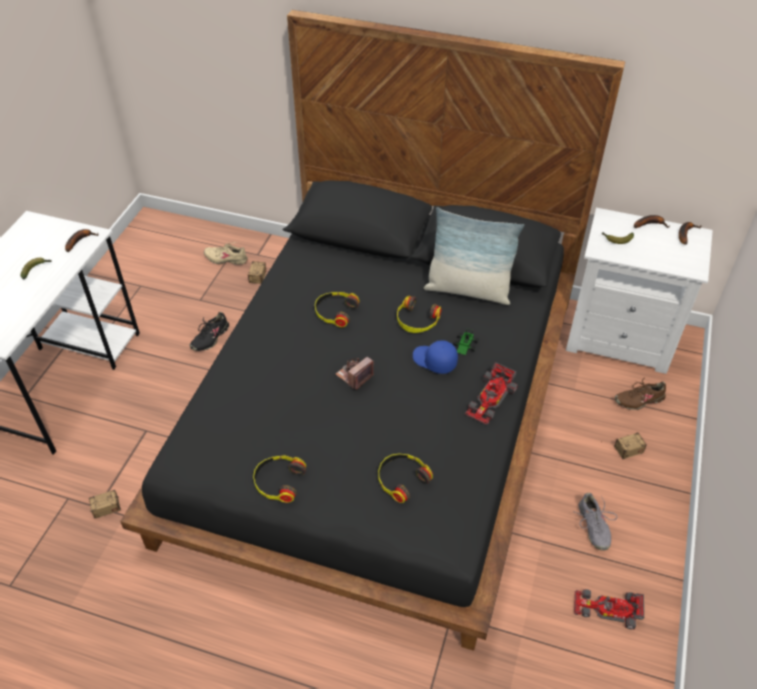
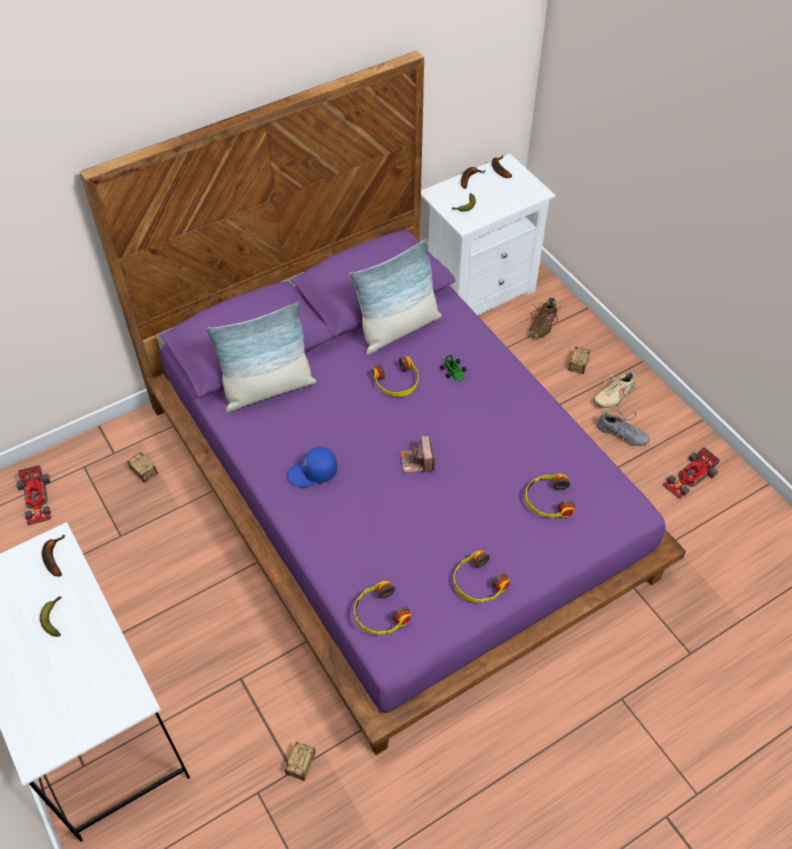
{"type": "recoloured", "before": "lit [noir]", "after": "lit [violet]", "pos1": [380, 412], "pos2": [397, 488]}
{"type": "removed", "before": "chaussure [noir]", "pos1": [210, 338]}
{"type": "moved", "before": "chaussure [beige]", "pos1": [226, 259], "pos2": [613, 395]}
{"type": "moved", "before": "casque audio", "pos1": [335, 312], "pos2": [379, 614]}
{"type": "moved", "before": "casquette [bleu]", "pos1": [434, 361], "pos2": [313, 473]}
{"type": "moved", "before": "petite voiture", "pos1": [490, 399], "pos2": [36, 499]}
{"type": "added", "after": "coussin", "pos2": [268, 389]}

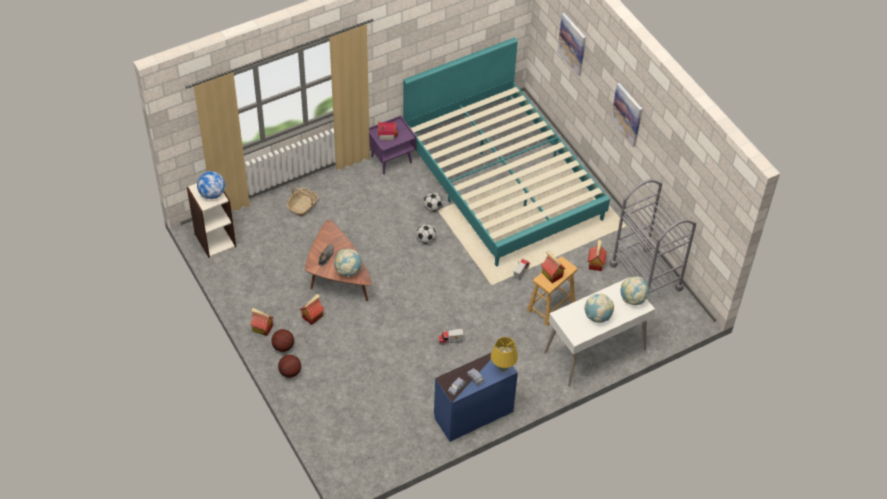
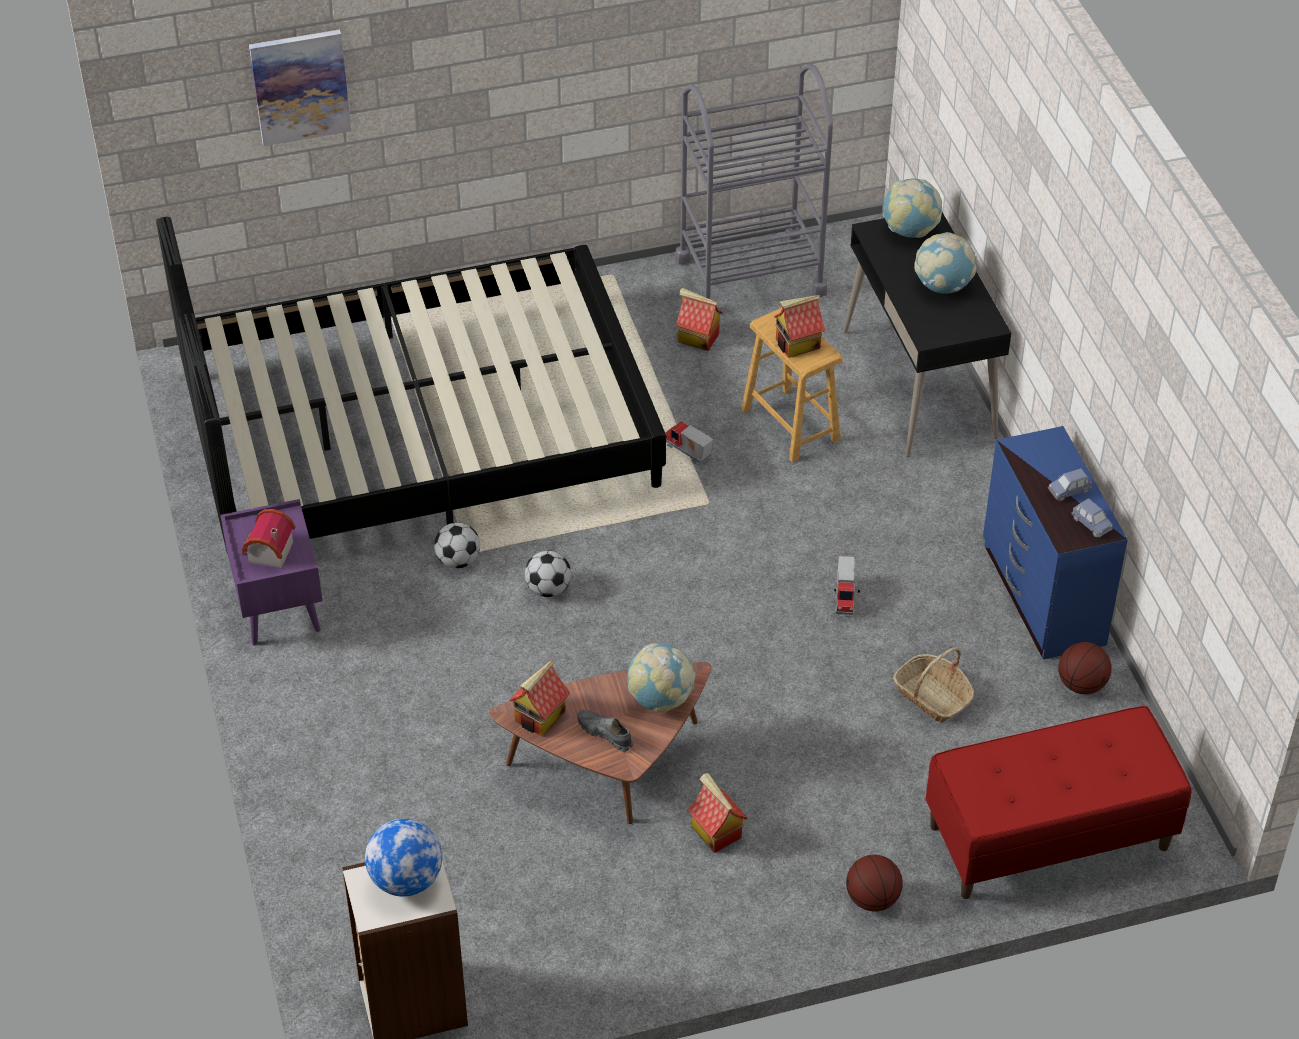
{"type": "moved", "before": "maison miniature", "pos1": [262, 328], "pos2": [540, 717]}
{"type": "moved", "before": "ballon de basket", "pos1": [283, 347], "pos2": [1081, 685]}
{"type": "moved", "before": "panier", "pos1": [302, 205], "pos2": [932, 696]}
{"type": "recoloured", "before": "lit [turquoise]", "after": "lit [noir]", "pos1": [502, 180], "pos2": [418, 431]}
{"type": "removed", "before": "lampe de table [jaune]", "pos1": [502, 368]}
{"type": "recoloured", "before": "bureau [blanc]", "after": "bureau [noir]", "pos1": [595, 351], "pos2": [919, 384]}
{"type": "removed", "before": "tableau", "pos1": [627, 114]}
{"type": "added", "after": "banc [rouge]", "pos2": [1048, 838]}

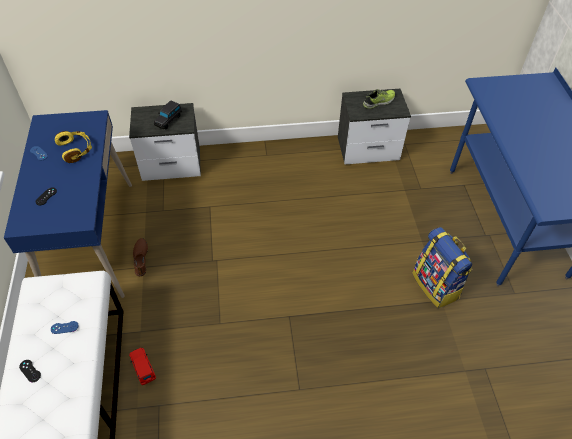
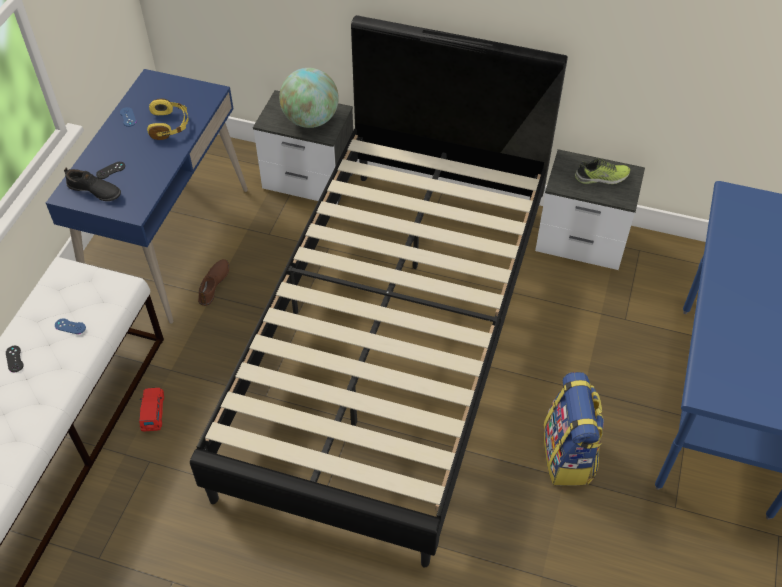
{"type": "replaced", "before": "petite voiture [noir]", "after": "globe", "pos1": [169, 120], "pos2": [310, 120]}
{"type": "added", "after": "chaussure [noir]", "pos2": [94, 191]}
{"type": "added", "after": "lit [noir]", "pos2": [391, 340]}

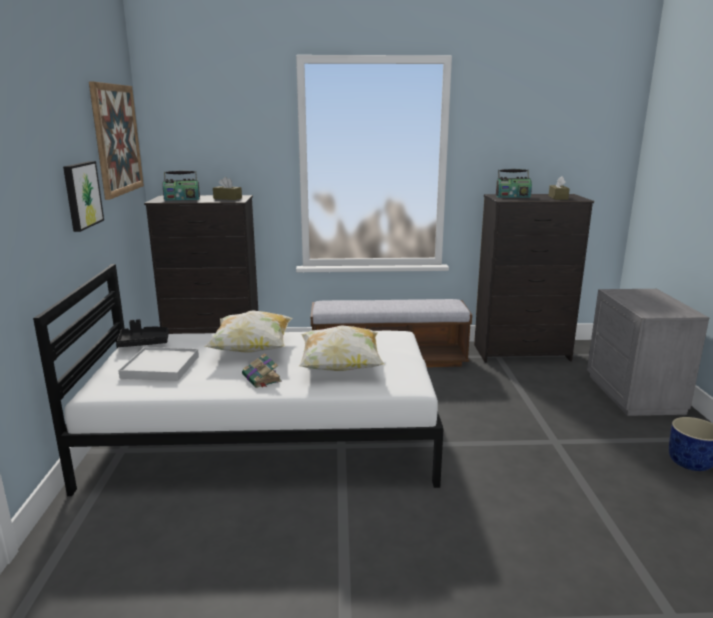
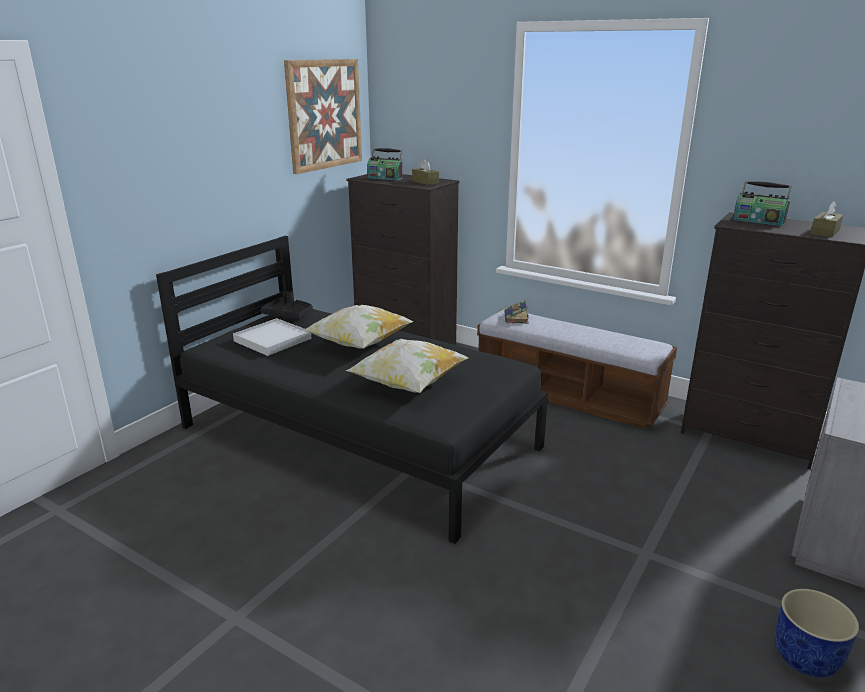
{"type": "recoloured", "before": "lit [blanc]", "after": "lit [noir]", "pos1": [265, 440], "pos2": [358, 436]}
{"type": "removed", "before": "tableau", "pos1": [81, 195]}
{"type": "moved", "before": "livre", "pos1": [262, 379], "pos2": [516, 318]}

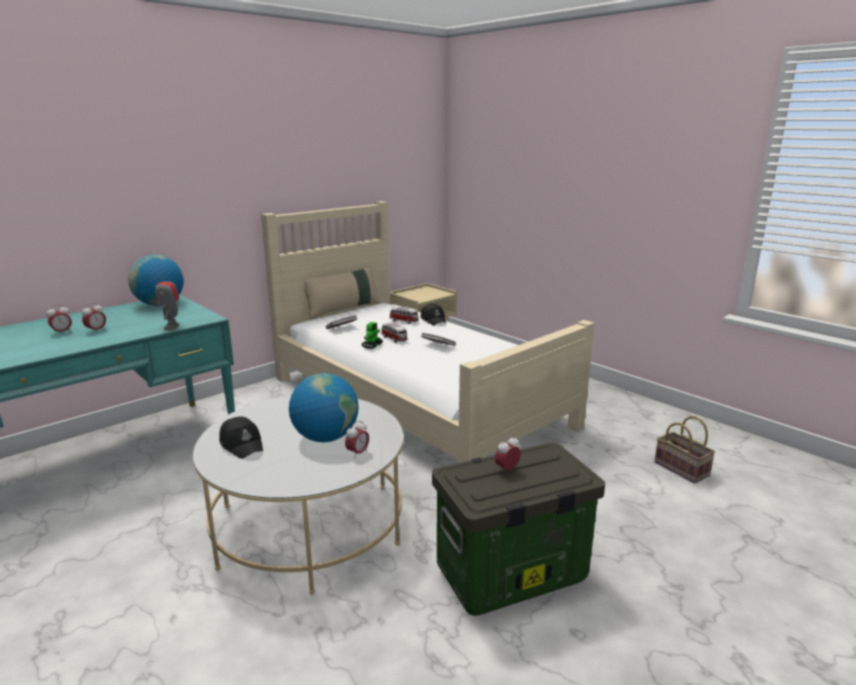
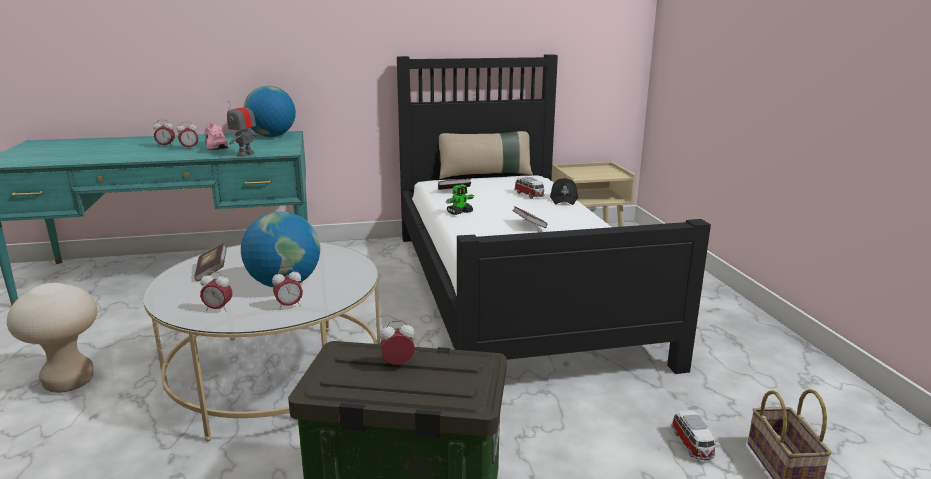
{"type": "replaced", "before": "casquette [noir]", "after": "livre", "pos1": [242, 444], "pos2": [212, 271]}
{"type": "recoloured", "before": "lit [beige]", "after": "lit [noir]", "pos1": [415, 400], "pos2": [514, 290]}
{"type": "moved", "before": "petite voiture", "pos1": [394, 339], "pos2": [692, 445]}
{"type": "added", "after": "tabouret [beige]", "pos2": [69, 383]}
{"type": "added", "after": "réveil", "pos2": [218, 309]}
{"type": "added", "after": "chaussure [rose]", "pos2": [216, 147]}

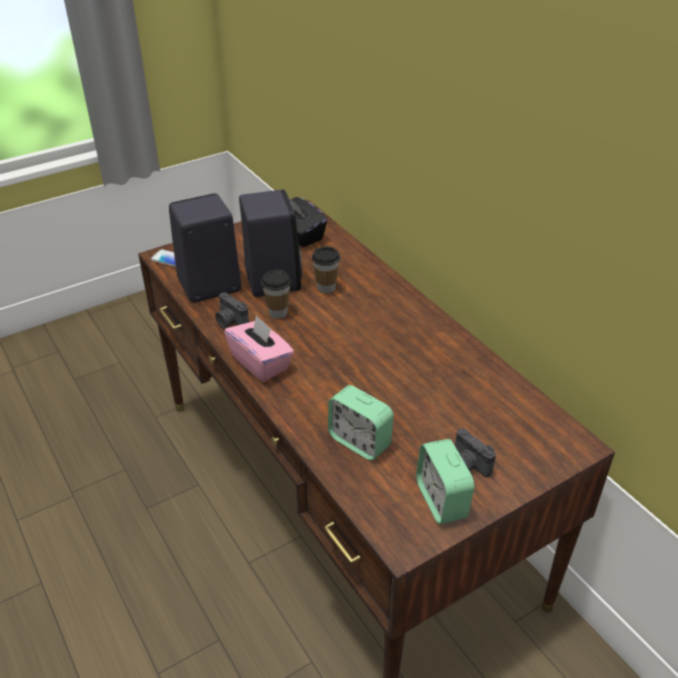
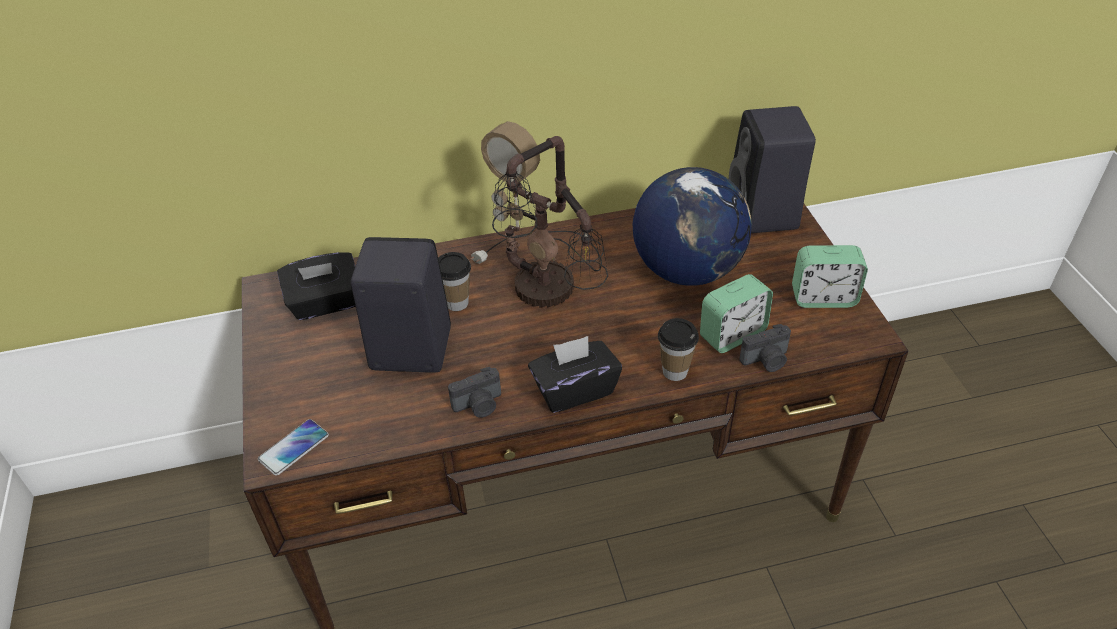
{"type": "moved", "before": "enceinte [noir]", "pos1": [207, 286], "pos2": [764, 215]}
{"type": "recoloured", "before": "boîte à mouchoirs [rose]", "after": "boîte à mouchoirs [noir]", "pos1": [261, 363], "pos2": [574, 390]}
{"type": "moved", "before": "tasse", "pos1": [278, 312], "pos2": [674, 371]}
{"type": "moved", "before": "appareil photo", "pos1": [468, 465], "pos2": [766, 361]}
{"type": "added", "after": "lampe de table", "pos2": [545, 290]}
{"type": "added", "after": "globe", "pos2": [687, 270]}

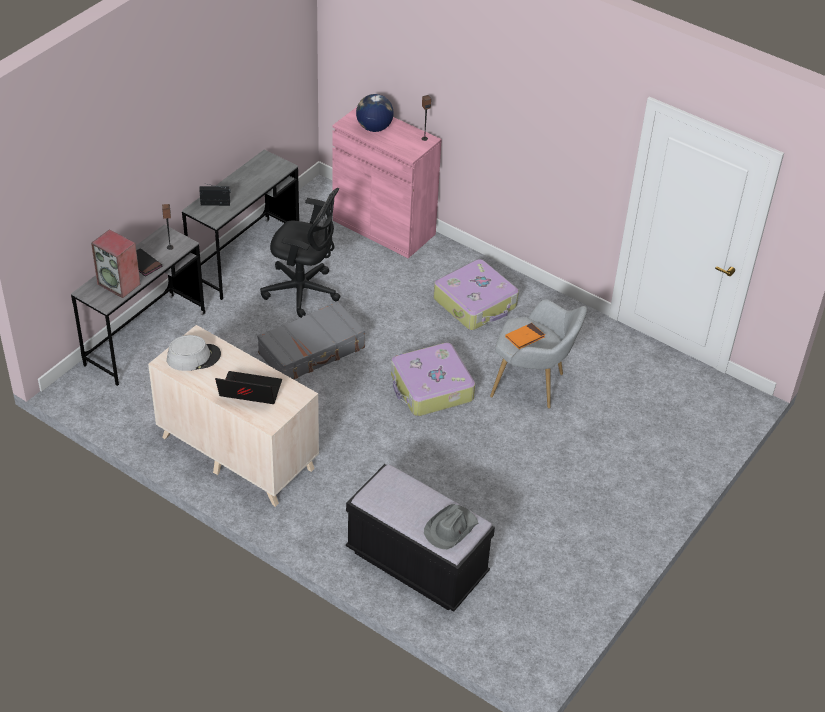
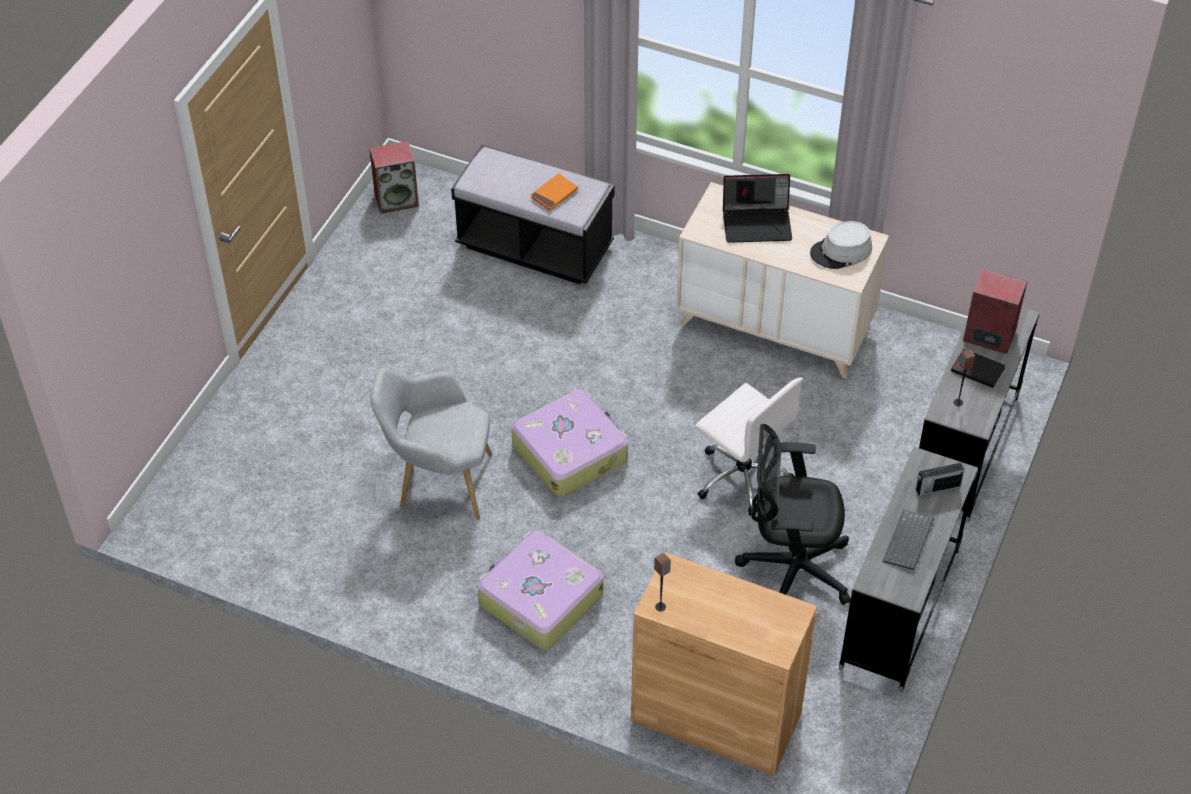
{"type": "replaced", "before": "valise [gris]", "after": "chaise de bureau [blanc]", "pos1": [312, 351], "pos2": [741, 475]}
{"type": "recoloured", "before": "meuble de rangement [rose]", "after": "meuble de rangement [marron]", "pos1": [384, 227], "pos2": [716, 717]}
{"type": "removed", "before": "globe", "pos1": [374, 128]}
{"type": "removed", "before": "chapeau [gris]", "pos1": [450, 529]}
{"type": "moved", "before": "livre [orange]", "pos1": [525, 337], "pos2": [554, 194]}
{"type": "added", "after": "enceinte", "pos2": [397, 199]}
{"type": "added", "after": "clavier", "pos2": [909, 542]}

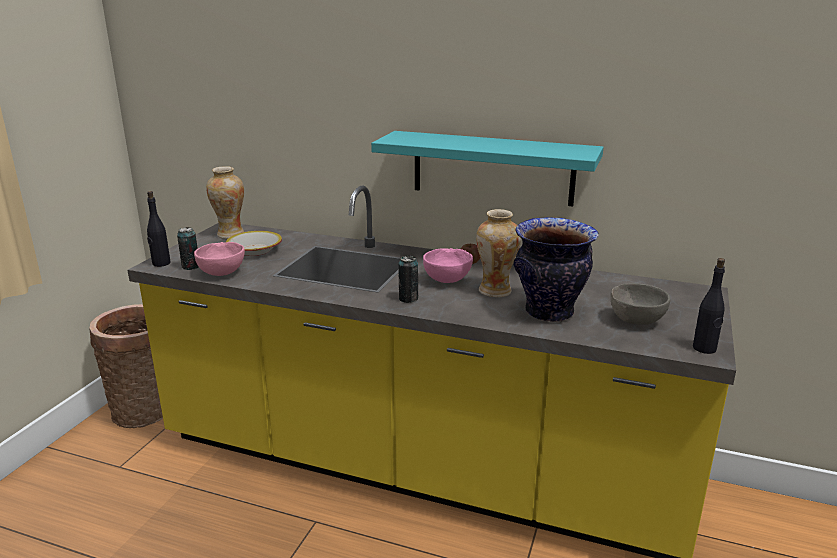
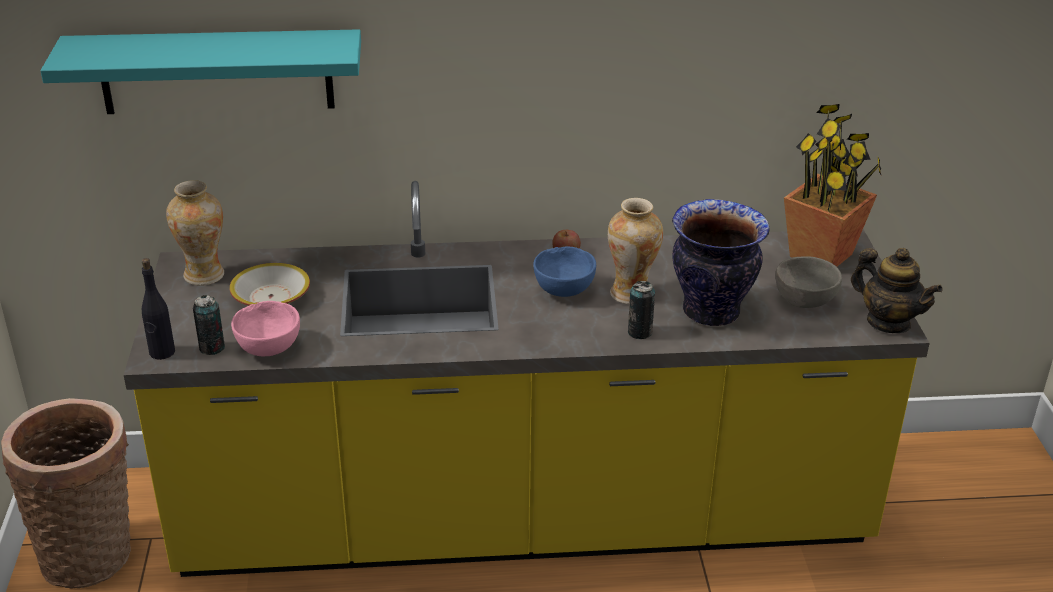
{"type": "moved", "before": "étagère [turquoise]", "pos1": [492, 168], "pos2": [216, 71]}
{"type": "moved", "before": "boîte métallique", "pos1": [408, 299], "pos2": [639, 332]}
{"type": "recoloured", "before": "bol [rose]", "after": "bol [bleu]", "pos1": [448, 280], "pos2": [564, 290]}
{"type": "replaced", "before": "bouteille [noir]", "after": "théière", "pos1": [704, 348], "pos2": [888, 322]}
{"type": "added", "after": "plante en pot", "pos2": [821, 255]}

